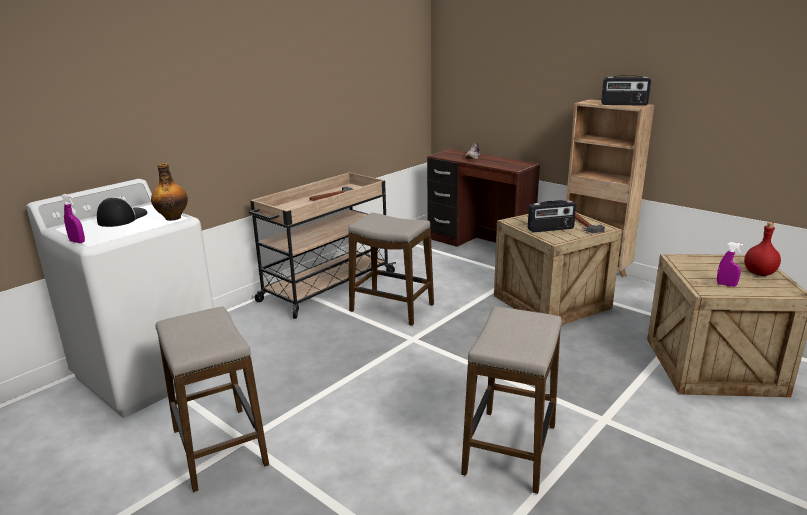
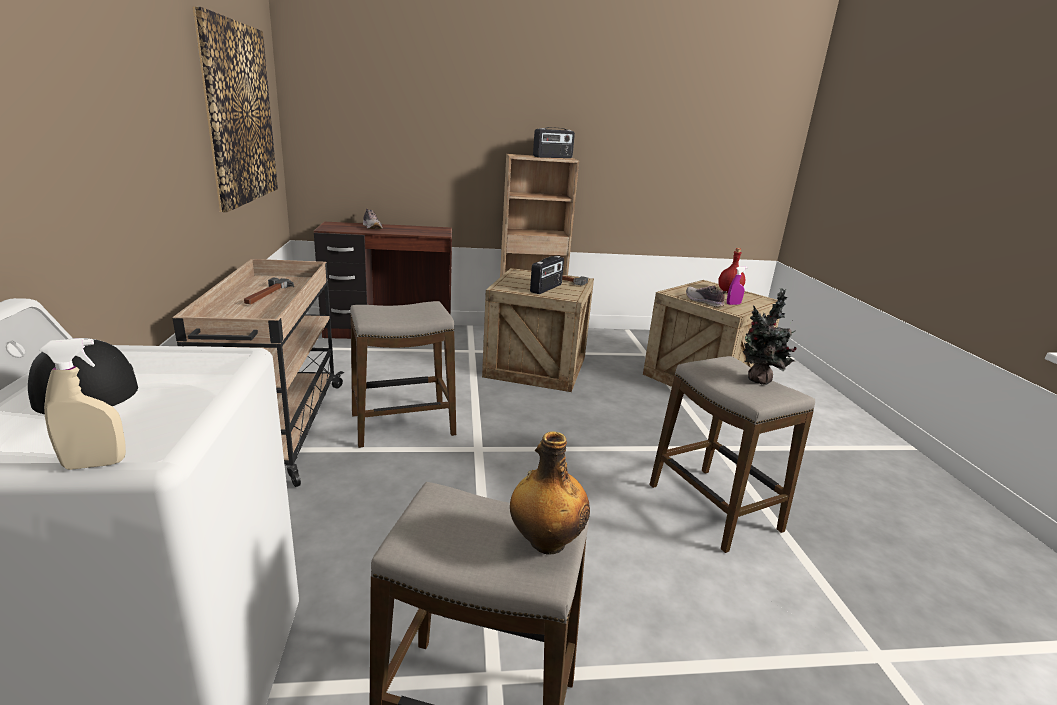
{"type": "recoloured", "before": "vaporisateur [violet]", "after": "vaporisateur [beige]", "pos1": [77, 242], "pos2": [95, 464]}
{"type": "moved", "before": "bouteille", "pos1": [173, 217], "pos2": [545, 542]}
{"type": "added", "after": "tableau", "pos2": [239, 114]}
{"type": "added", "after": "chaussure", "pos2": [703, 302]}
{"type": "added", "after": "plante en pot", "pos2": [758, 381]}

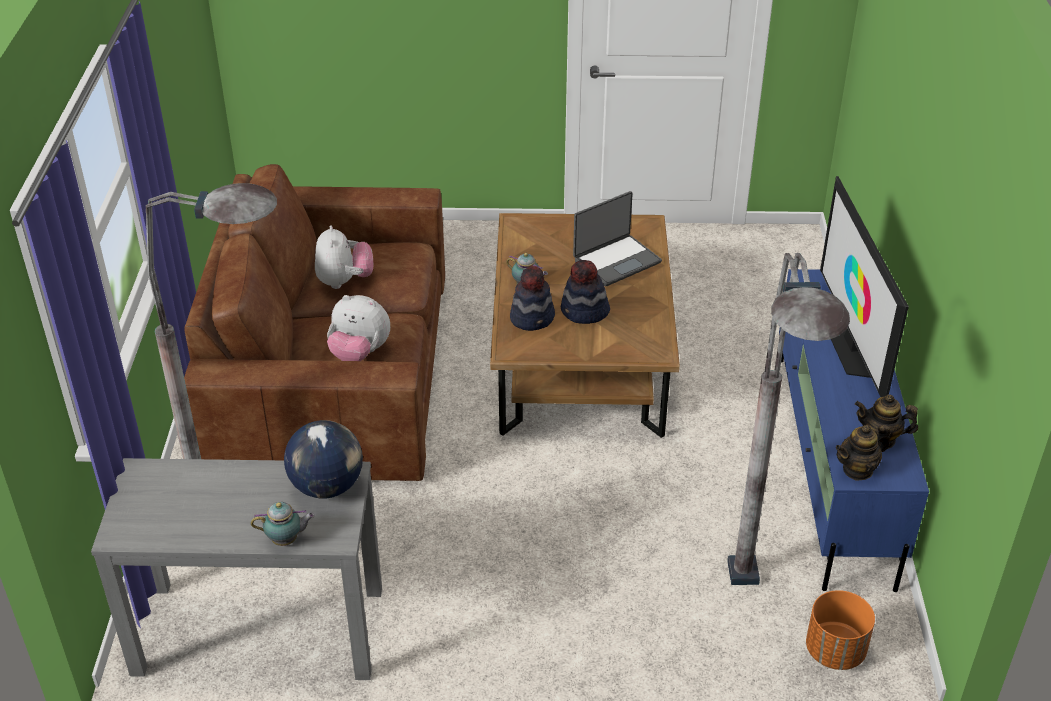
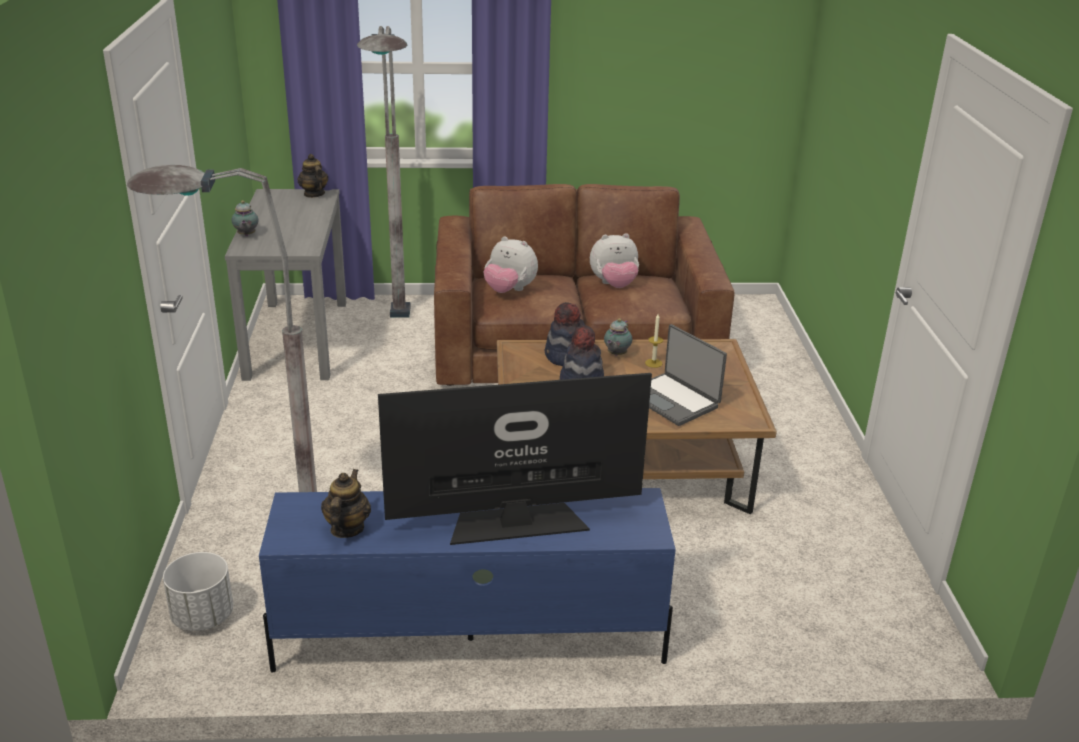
{"type": "removed", "before": "globe", "pos1": [327, 486]}
{"type": "turned", "before": "peluche", "pos1": [359, 353], "pos2": [509, 290], "turn": -75}
{"type": "recoloured", "before": "cache-pot [orange]", "after": "cache-pot [blanc]", "pos1": [835, 651], "pos2": [202, 617]}
{"type": "moved", "before": "théière", "pos1": [858, 470], "pos2": [314, 194]}
{"type": "added", "after": "bougie", "pos2": [653, 363]}

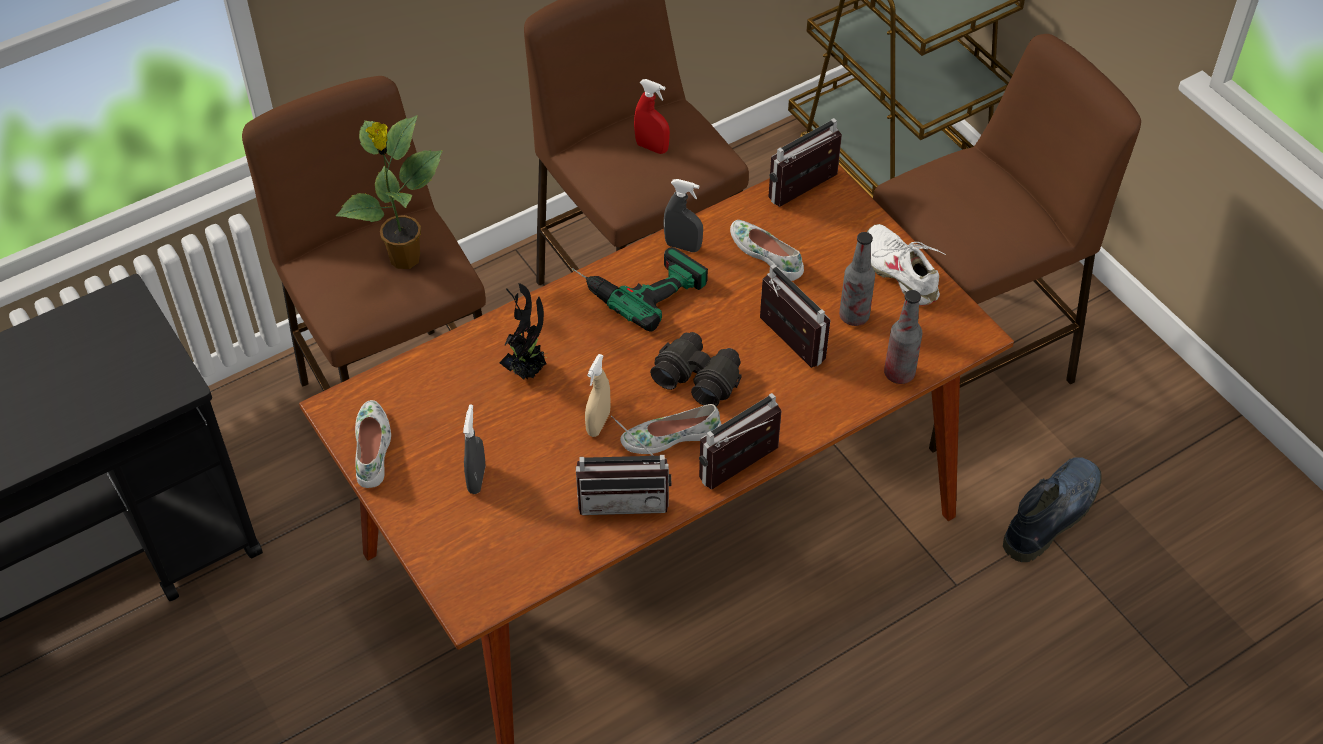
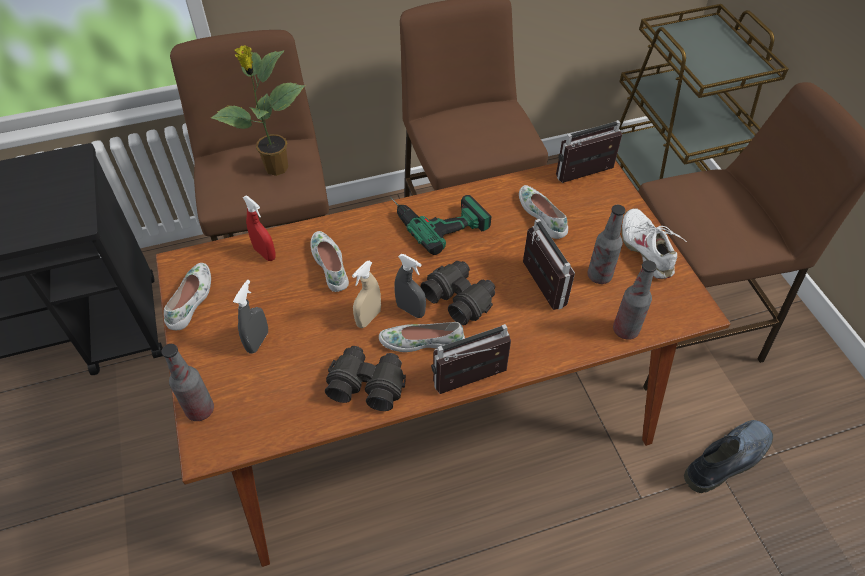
{"type": "replaced", "before": "plante en pot", "after": "chaussure [blanc]", "pos1": [527, 369], "pos2": [330, 264]}
{"type": "replaced", "before": "radio", "after": "jumelles [noir]", "pos1": [624, 497], "pos2": [367, 383]}
{"type": "moved", "before": "vaporisateur [rouge]", "pos1": [652, 147], "pos2": [265, 253]}
{"type": "moved", "before": "vaporisateur [gris]", "pos1": [683, 246], "pos2": [410, 310]}
{"type": "added", "after": "bouteille", "pos2": [200, 410]}

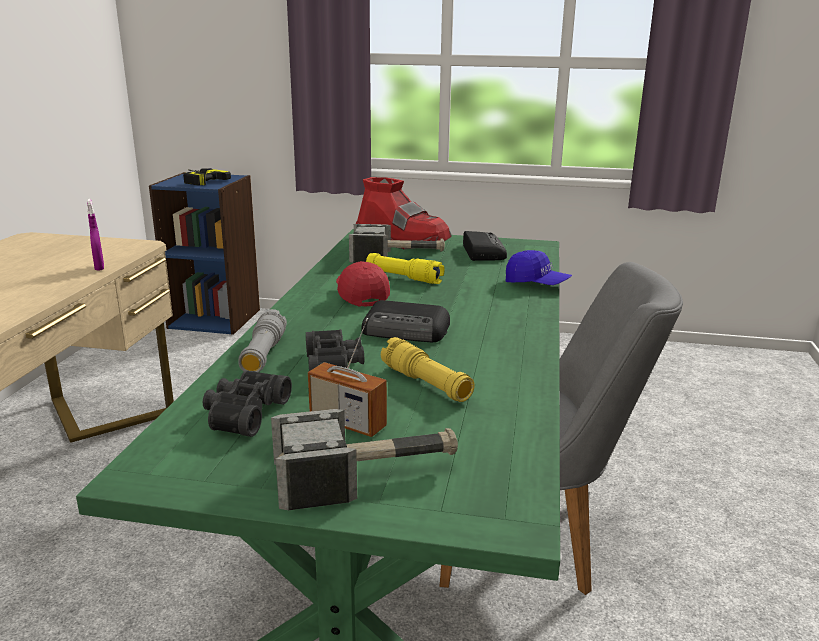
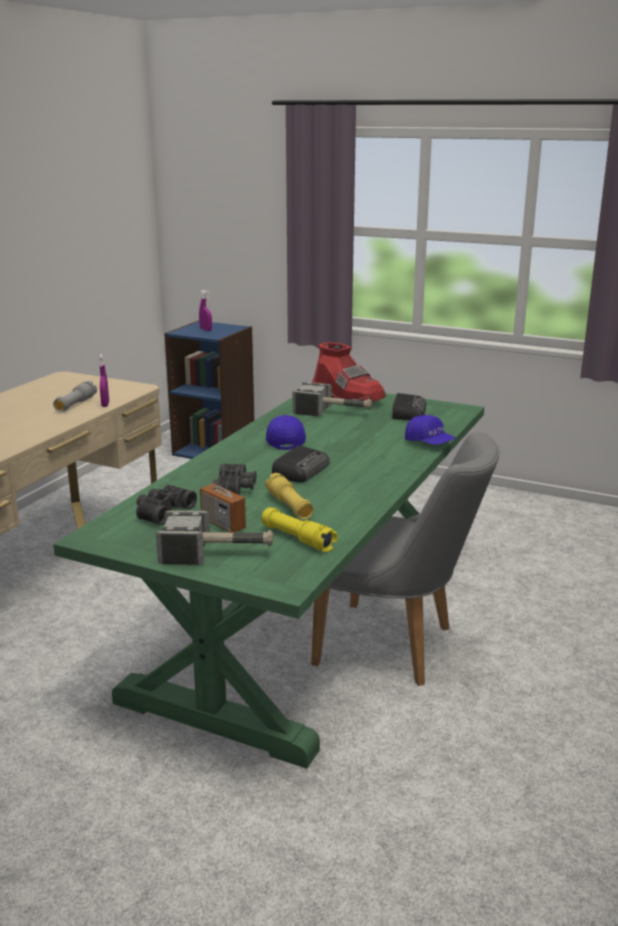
{"type": "replaced", "before": "perceuse", "after": "vaporisateur [violet]", "pos1": [198, 180], "pos2": [206, 330]}
{"type": "moved", "before": "lampe de poche [gris]", "pos1": [263, 354], "pos2": [76, 404]}
{"type": "recoloured", "before": "casquette [rouge]", "after": "casquette [bleu]", "pos1": [361, 295], "pos2": [285, 440]}
{"type": "turned", "before": "radio", "pos1": [406, 330], "pos2": [301, 470], "turn": -90}
{"type": "moved", "before": "lampe de poche [jaune]", "pos1": [404, 278], "pos2": [298, 539]}

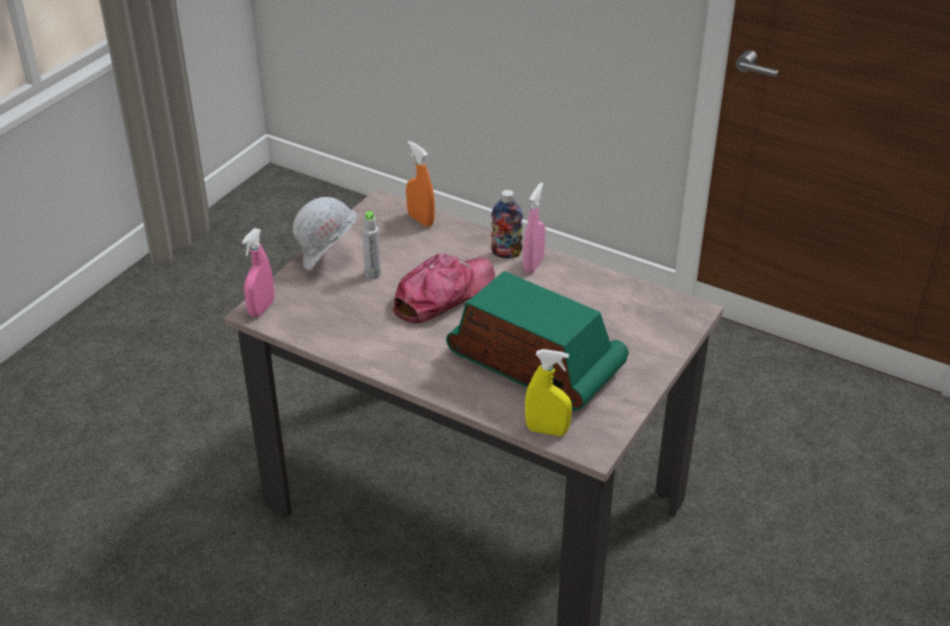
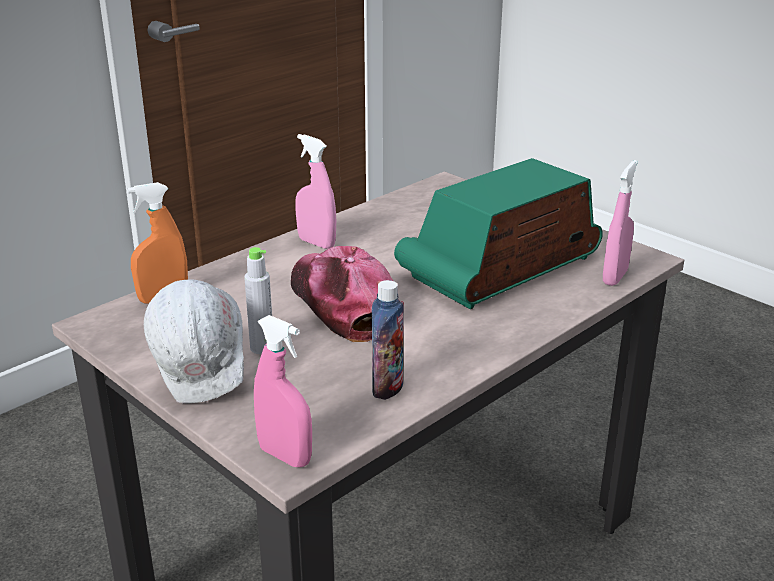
{"type": "moved", "before": "bouteille", "pos1": [506, 253], "pos2": [387, 387]}
{"type": "recoloured", "before": "vaporisateur [jaune]", "after": "vaporisateur [rose]", "pos1": [547, 430], "pos2": [615, 277]}

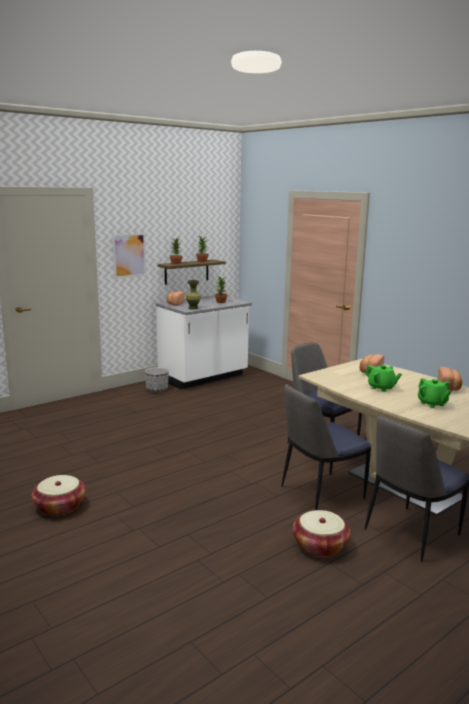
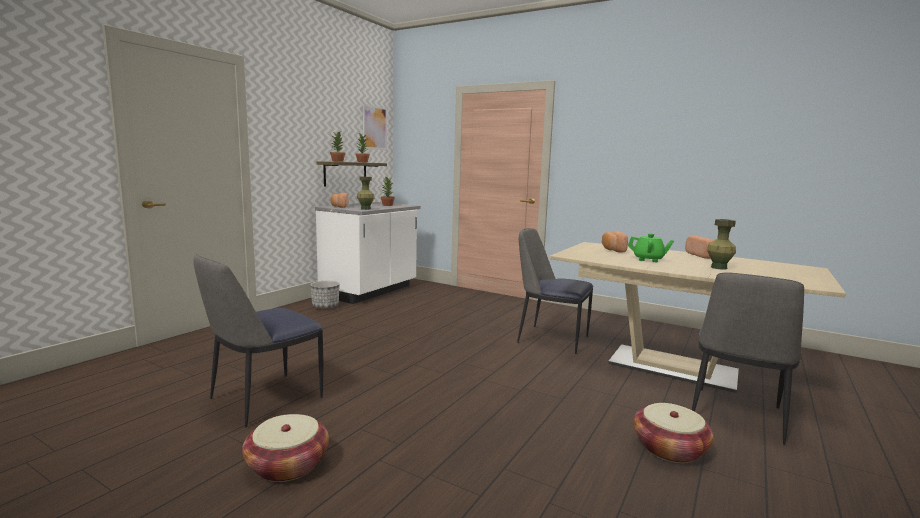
{"type": "moved", "before": "tableau", "pos1": [129, 255], "pos2": [375, 128]}
{"type": "moved", "before": "chaise", "pos1": [320, 493], "pos2": [263, 400]}
{"type": "replaced", "before": "théière [vert]", "after": "vase [vert]", "pos1": [432, 404], "pos2": [718, 267]}

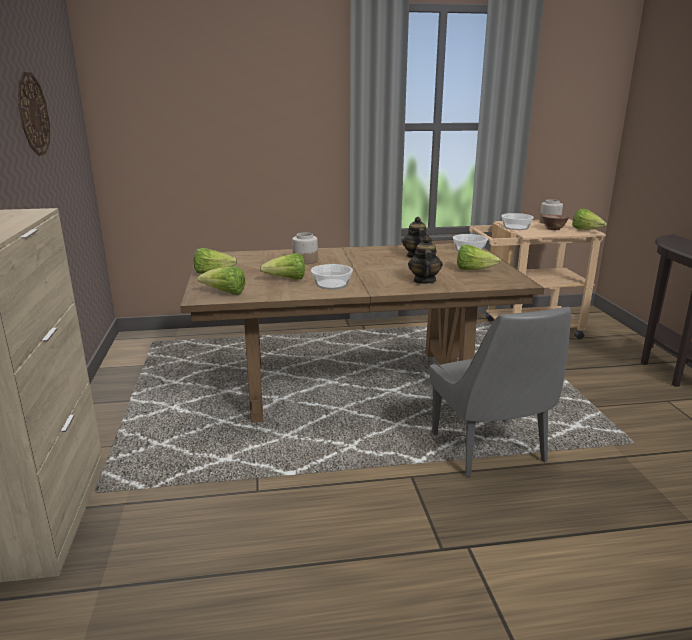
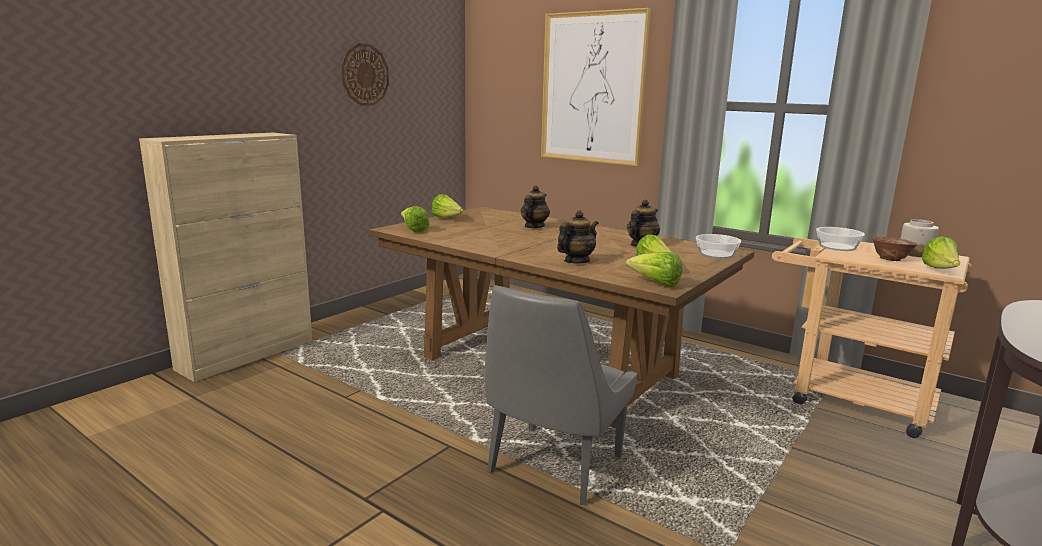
{"type": "moved", "before": "laitue", "pos1": [287, 280], "pos2": [656, 283]}
{"type": "replaced", "before": "bocal", "after": "théière", "pos1": [305, 261], "pos2": [534, 226]}
{"type": "removed", "before": "bol", "pos1": [331, 284]}
{"type": "added", "after": "tableau", "pos2": [592, 88]}

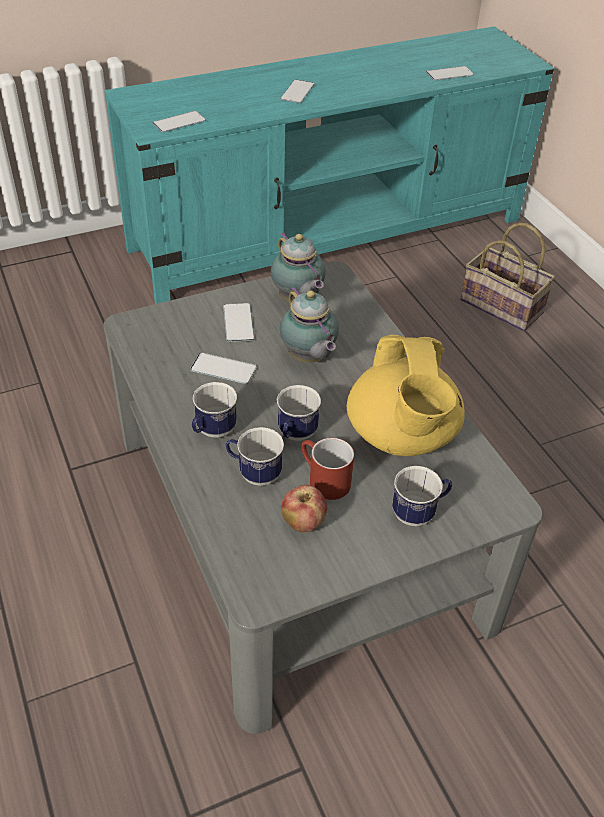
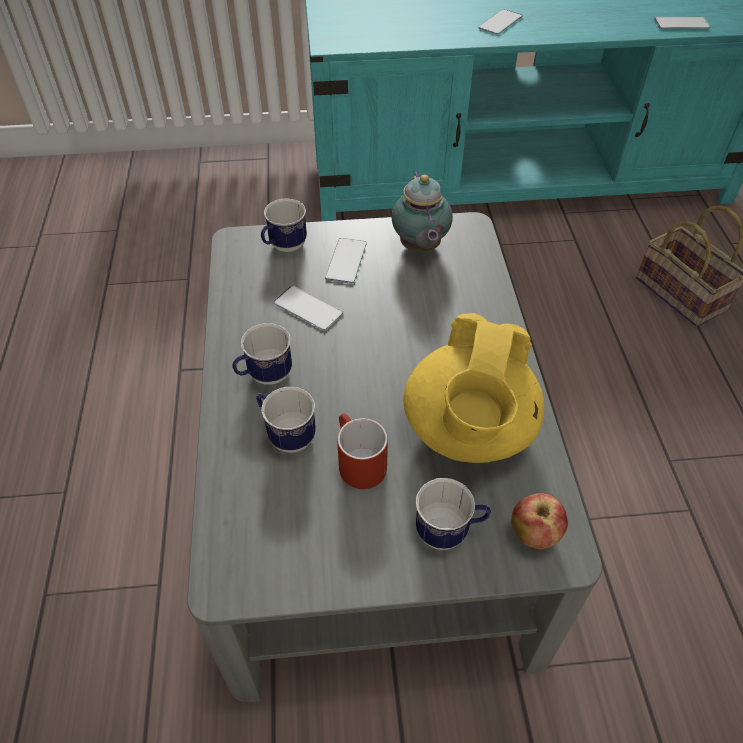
{"type": "removed", "before": "téléphone", "pos1": [179, 122]}
{"type": "moved", "before": "mug", "pos1": [295, 435], "pos2": [284, 247]}
{"type": "removed", "before": "théière", "pos1": [308, 358]}
{"type": "moved", "before": "pomme", "pos1": [303, 523], "pos2": [534, 534]}

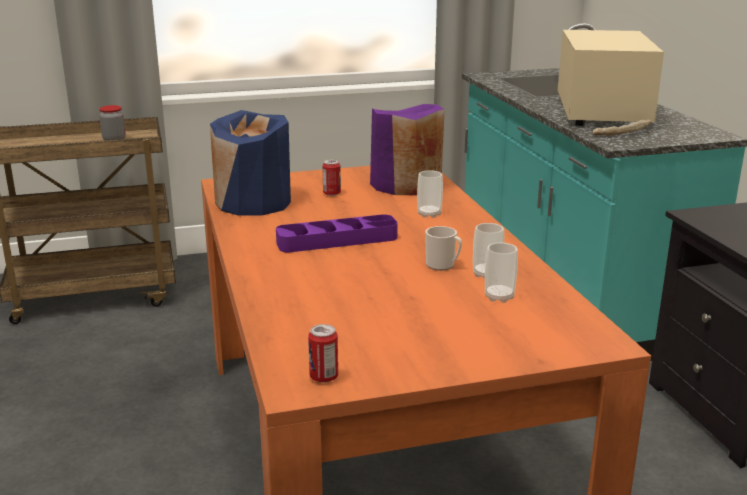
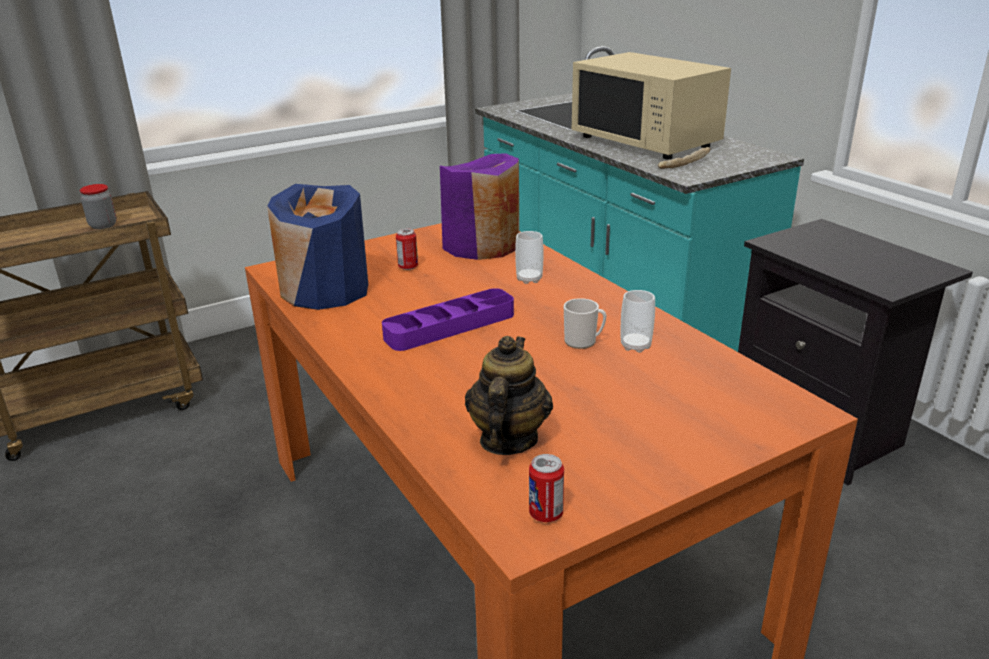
{"type": "removed", "before": "tasse", "pos1": [499, 297]}
{"type": "turned", "before": "micro-ondes [beige]", "pos1": [600, 112], "pos2": [646, 141], "turn": 150}
{"type": "added", "after": "théière", "pos2": [507, 440]}

